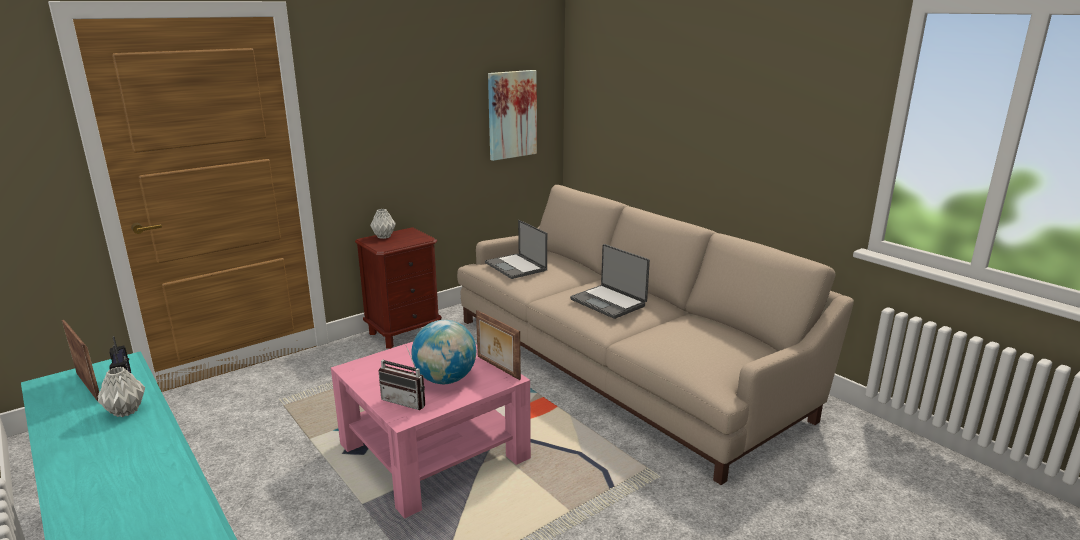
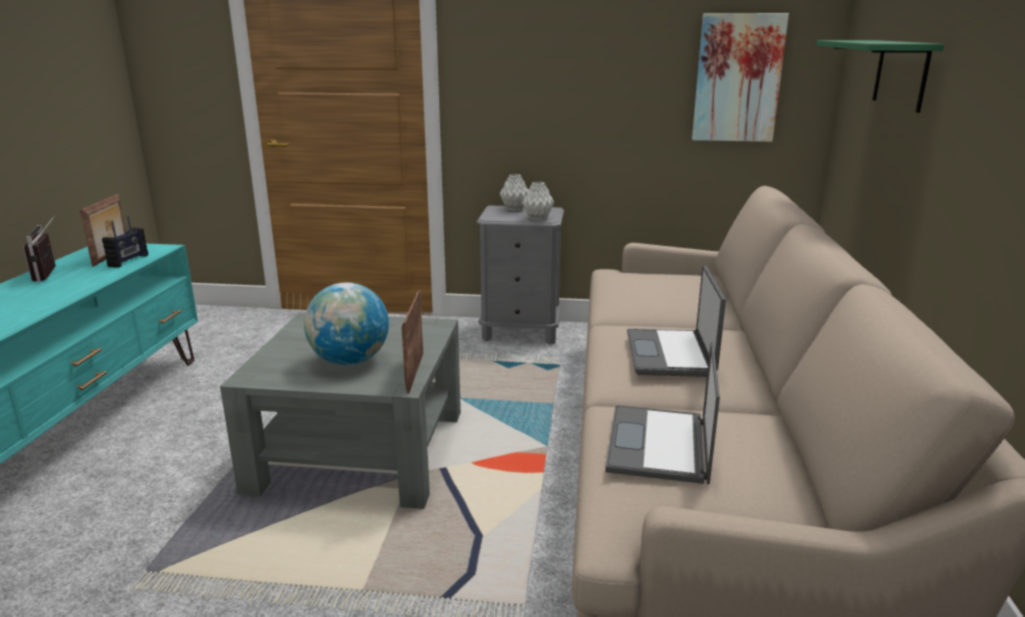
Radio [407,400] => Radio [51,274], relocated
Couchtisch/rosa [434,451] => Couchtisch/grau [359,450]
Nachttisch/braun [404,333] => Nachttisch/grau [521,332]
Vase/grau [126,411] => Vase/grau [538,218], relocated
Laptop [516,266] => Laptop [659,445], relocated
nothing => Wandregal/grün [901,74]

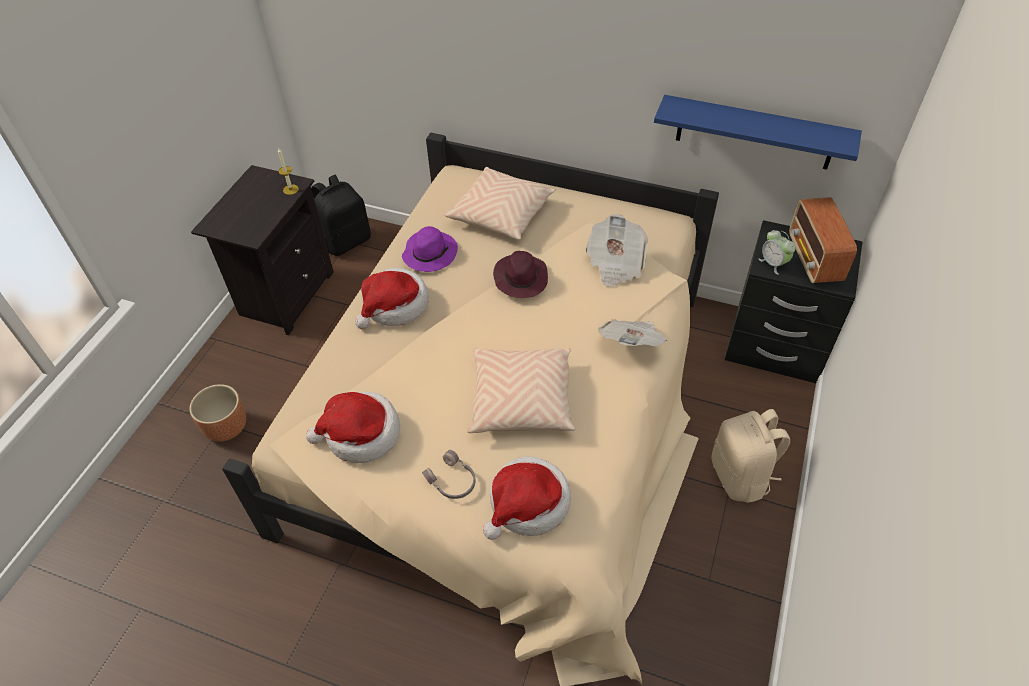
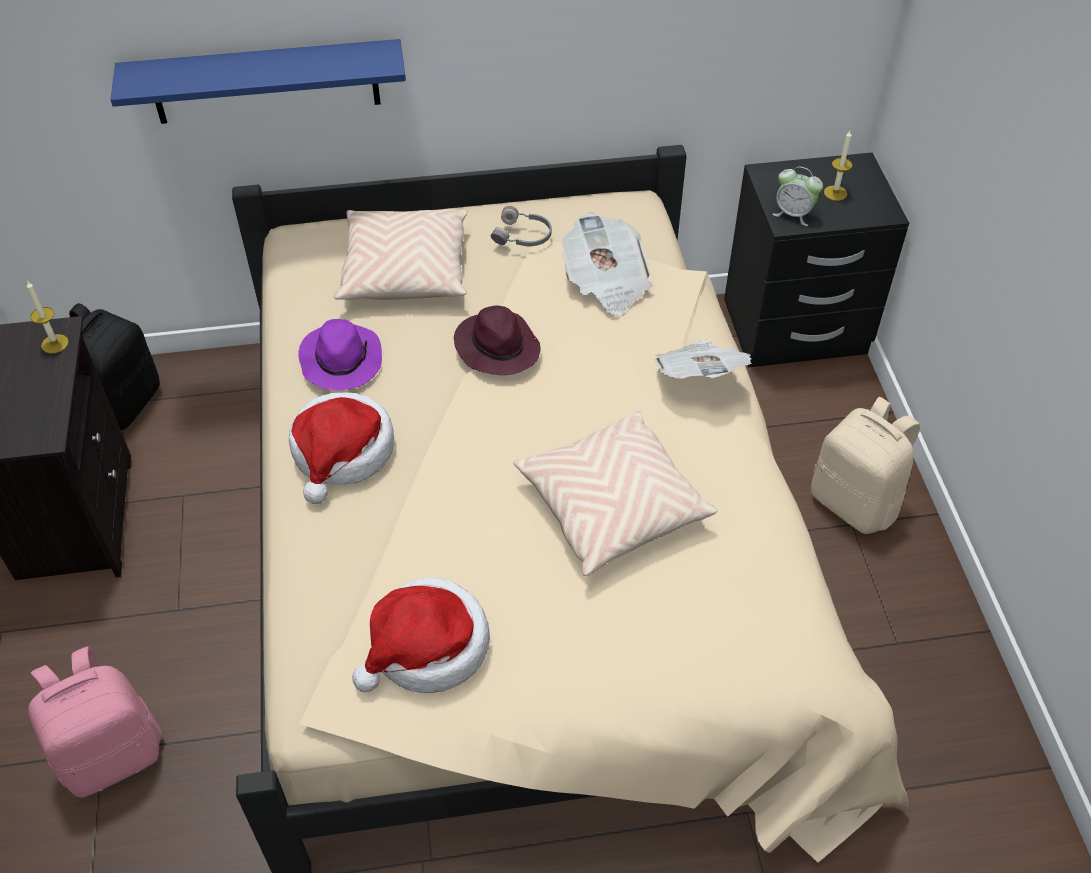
Pflanzkübel/braun [227,427] => Rucksack/rosa [112,754]
Wandregal/blau [755,133] => Wandregal/blau [265,82], relocated
Kopfhörer/grau [452,481] => Kopfhörer/grau [523,236], relocated
Radio [814,259] => Kerze [835,193]
Hut [528,505] => nothing

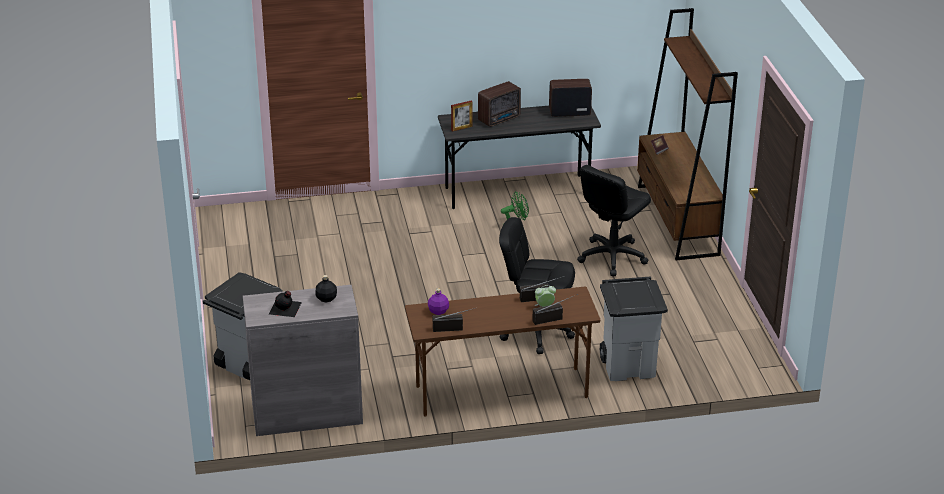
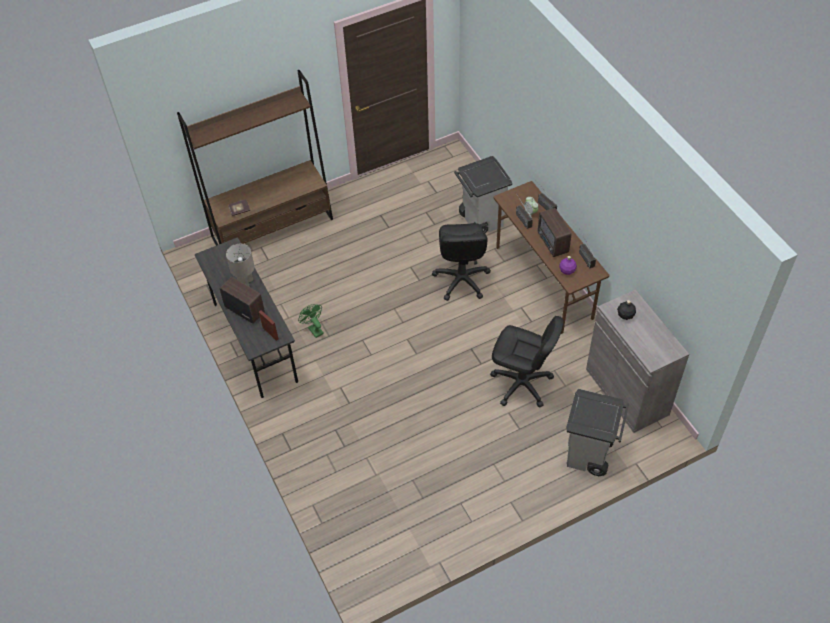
nothing => Tischlampe/grau [246,282]
Bürostuhl/schwarz [612,256] => Bürostuhl/schwarz [521,384], relocated
Radio [568,112] => Radio [552,243], relocated
Flasche/schwarz [285,308] => nothing

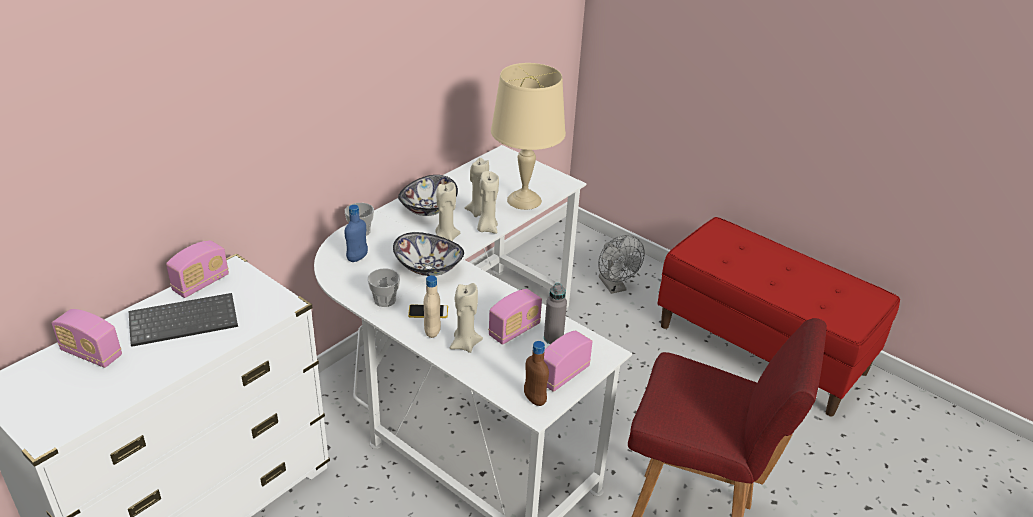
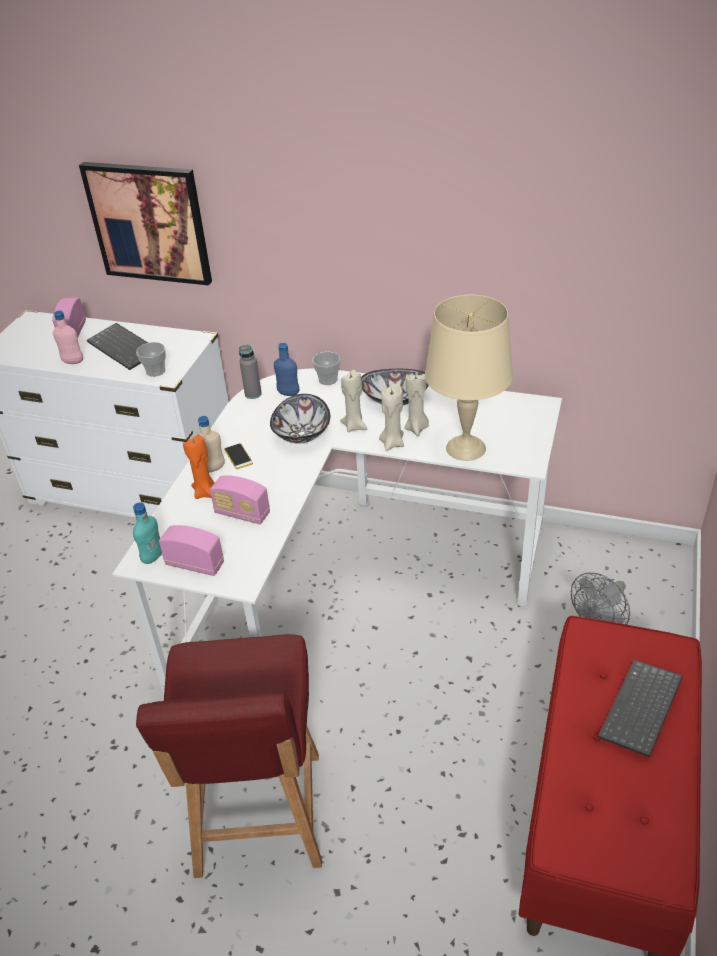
nothing => Flasche/rosa [73,362]
nothing => Bild [149,223]
Flasche/braun [534,399] => Flasche/türkis [153,557]
Tasse [385,300] => Tasse [155,371], relocated
Kerze/beige [465,344] => Kerze/orange [205,492]
Flasche/grau [553,338] => Flasche/grau [253,394], relocated
nothing => Tastatur [642,710]
Radio [201,283] => nothing

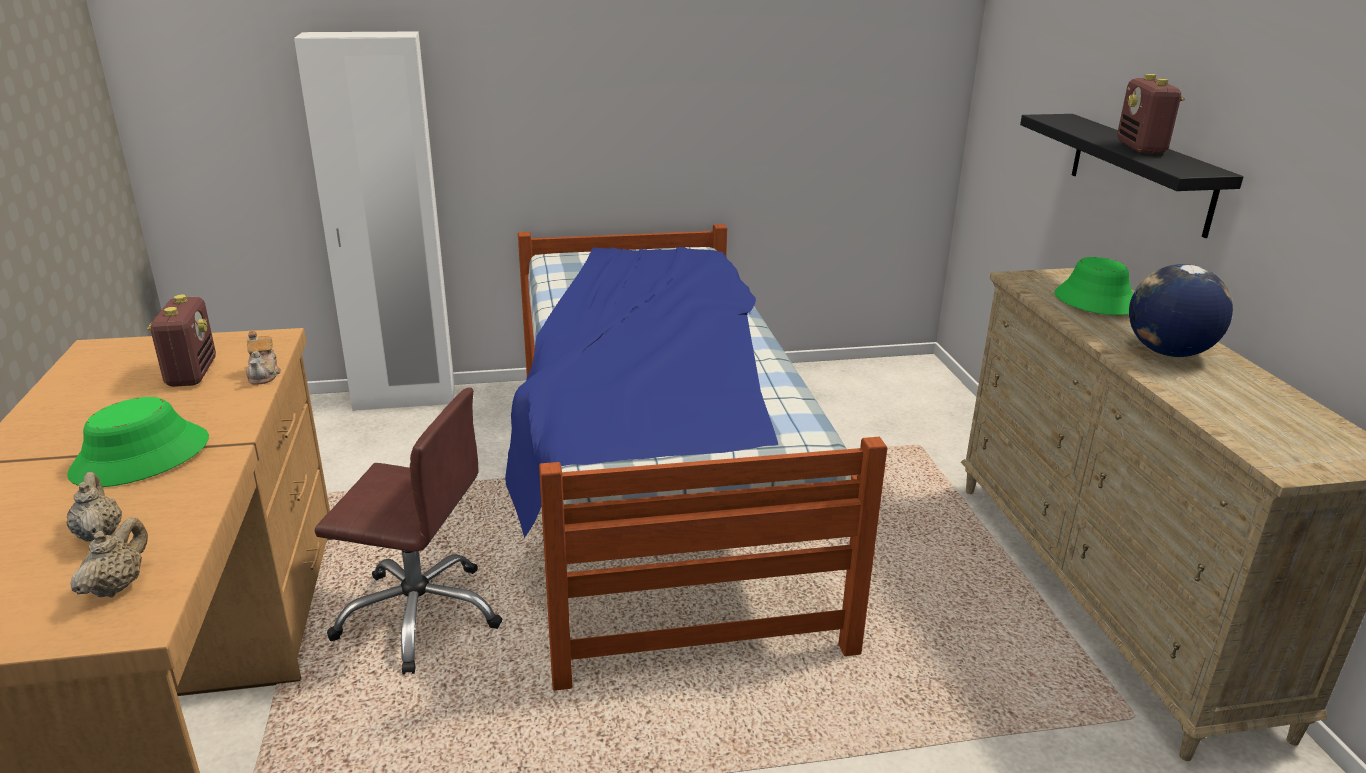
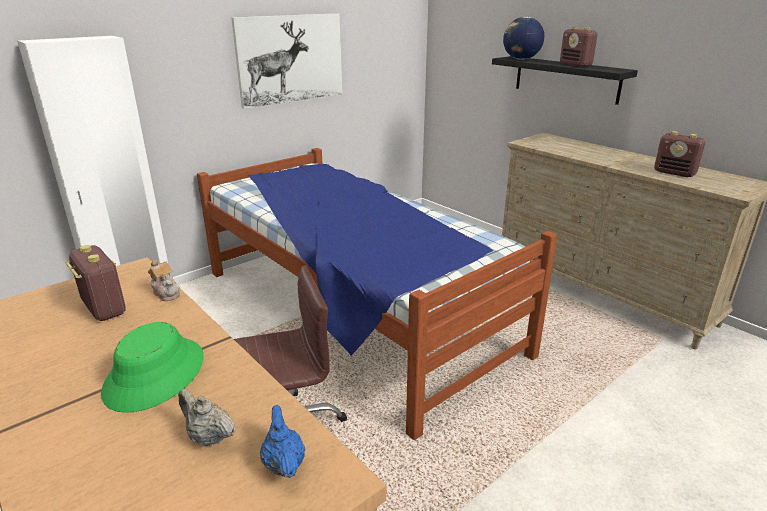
nothing => Bild [290,59]
Teekanne/beige [117,586] => Teekanne/blau [283,464]
Globus [1168,352] => Globus [521,59], relocated
nothing => Radio [675,173]
Hut/grün [1095,301] => nothing

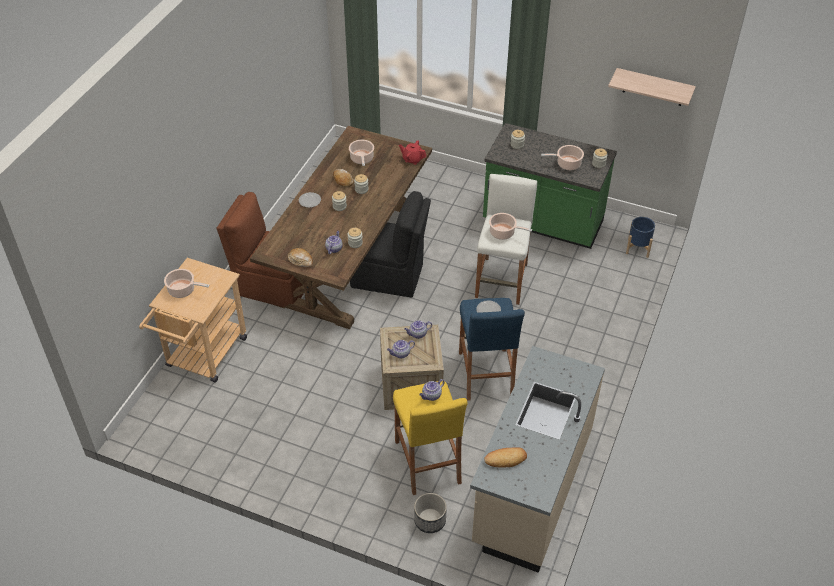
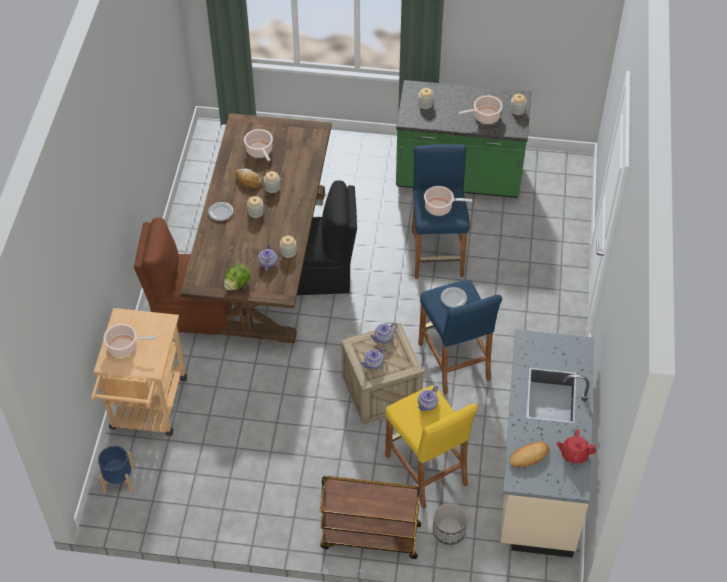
Pflanzkübel/blau [638,248] => Pflanzkübel/blau [119,479], relocated
Brot [301,260] => Salatkopf [237,284]
nothing => Rollwagen/braun [369,537]
Hocker/weiß [502,280] => Hocker/blau [437,253]
Teekanne/rot [412,159] => Teekanne/rot [574,454], relocated
Wandregal [653,87] => nothing

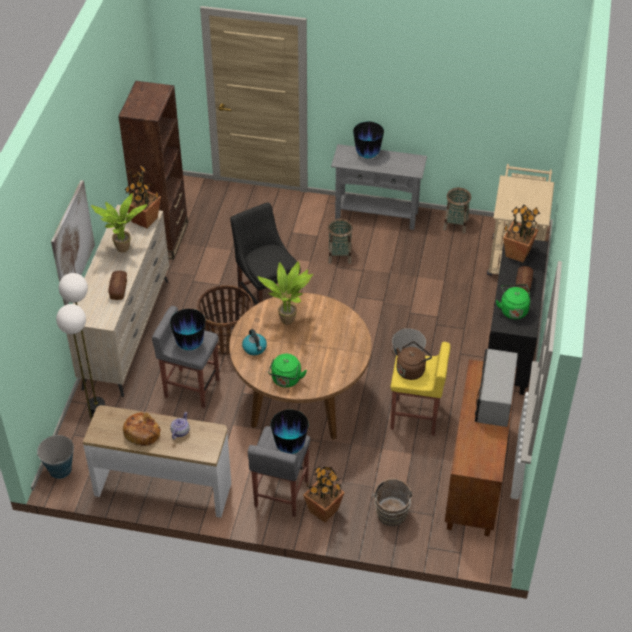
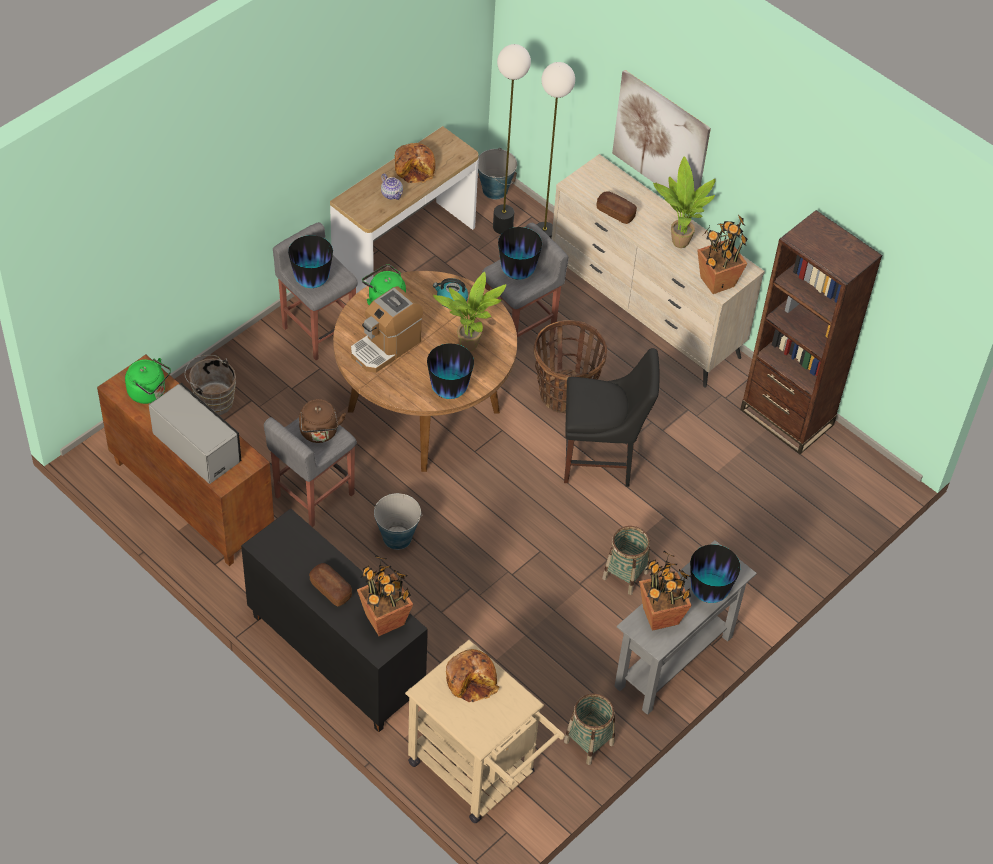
Wasserkessel/grün [513,310] => Wasserkessel/grün [149,392], relocated
Hocker/gelb [416,417] => Hocker/grau [313,496]
nothing => Kaffeemaschine [385,346]
nothing => Vase [449,391]
nothing => Brot [471,680]
Topfpflanze [323,510] => Topfpflanze [661,616], relocated

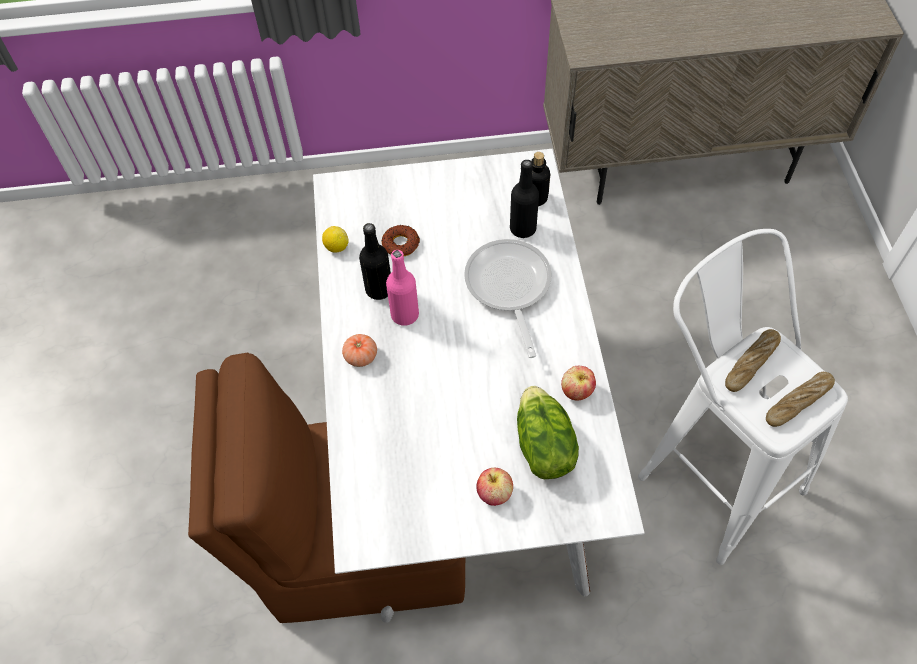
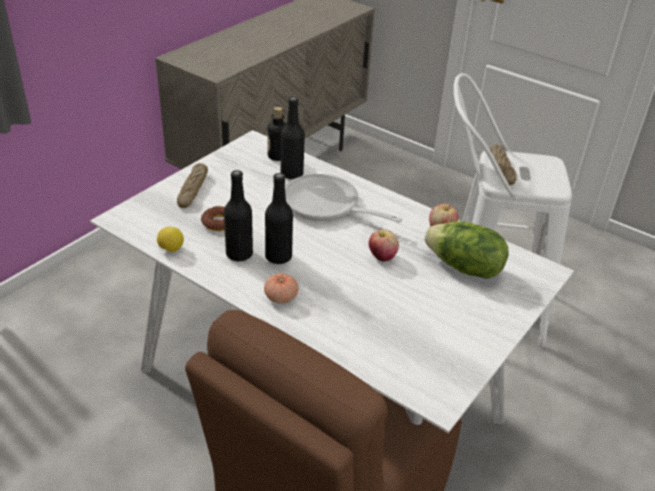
Brot [798,402] => Brot [193,190], relocated
Flasche/rosa [405,315] => Flasche/schwarz [278,257]
Apfel [494,494] => Apfel [382,257], relocated

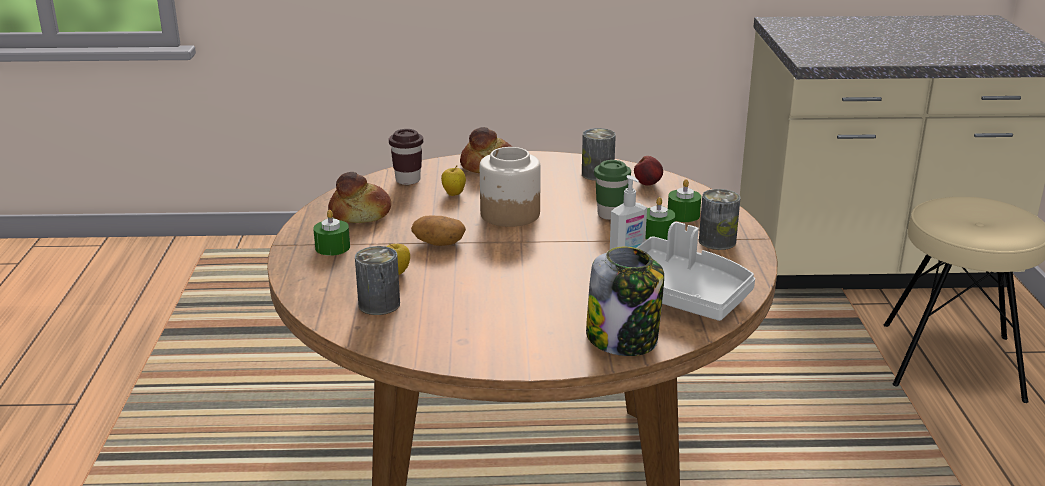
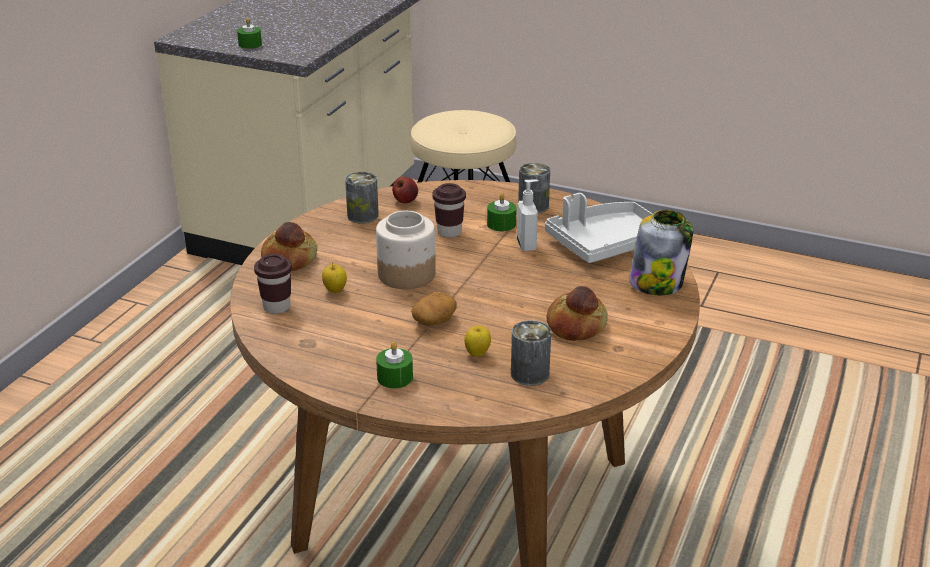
Kerze/grün [683,215] => Kerze/grün [250,44], relocated
Tasse/grün [610,215] => Tasse/braun [449,232]
Brot [361,215] => Brot [577,326], relocated

